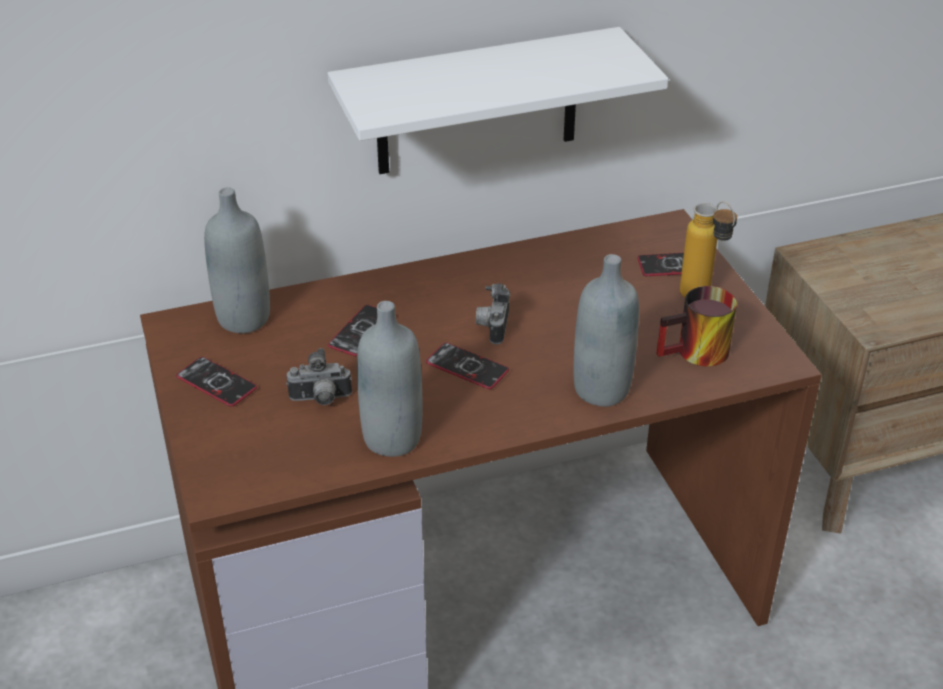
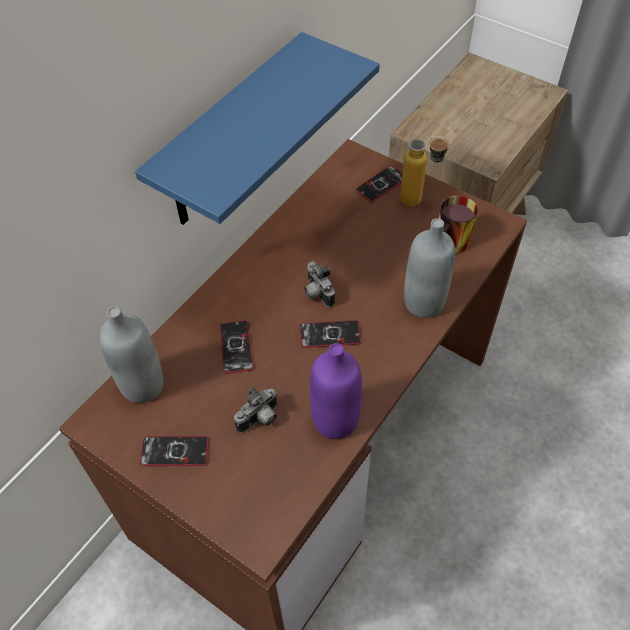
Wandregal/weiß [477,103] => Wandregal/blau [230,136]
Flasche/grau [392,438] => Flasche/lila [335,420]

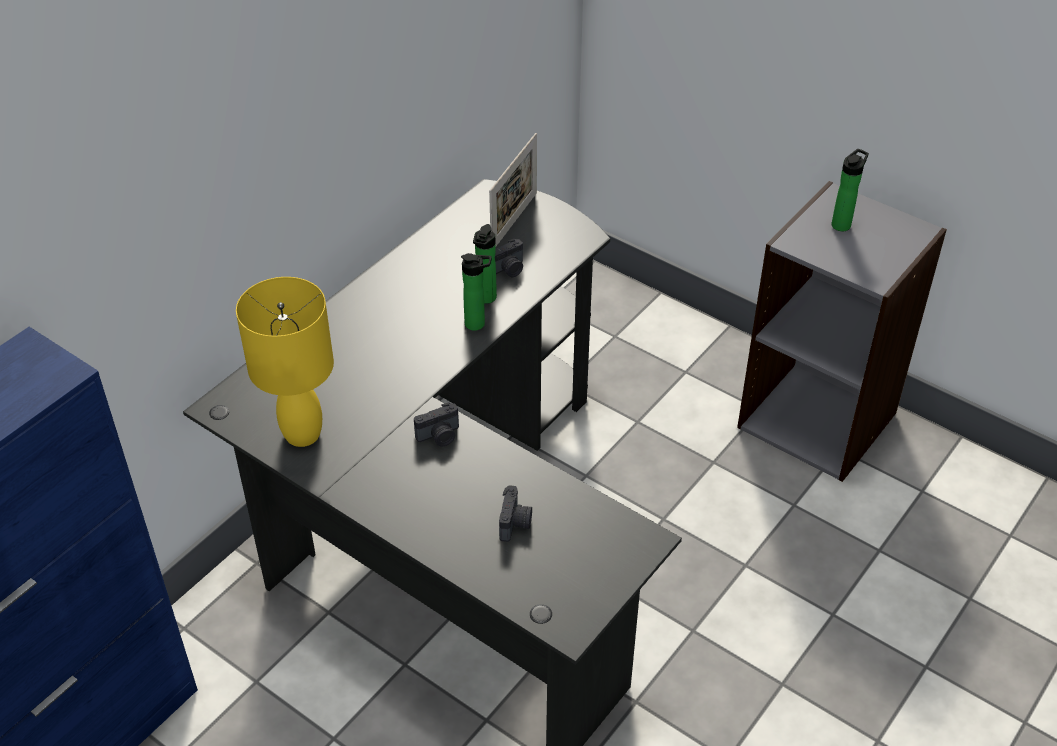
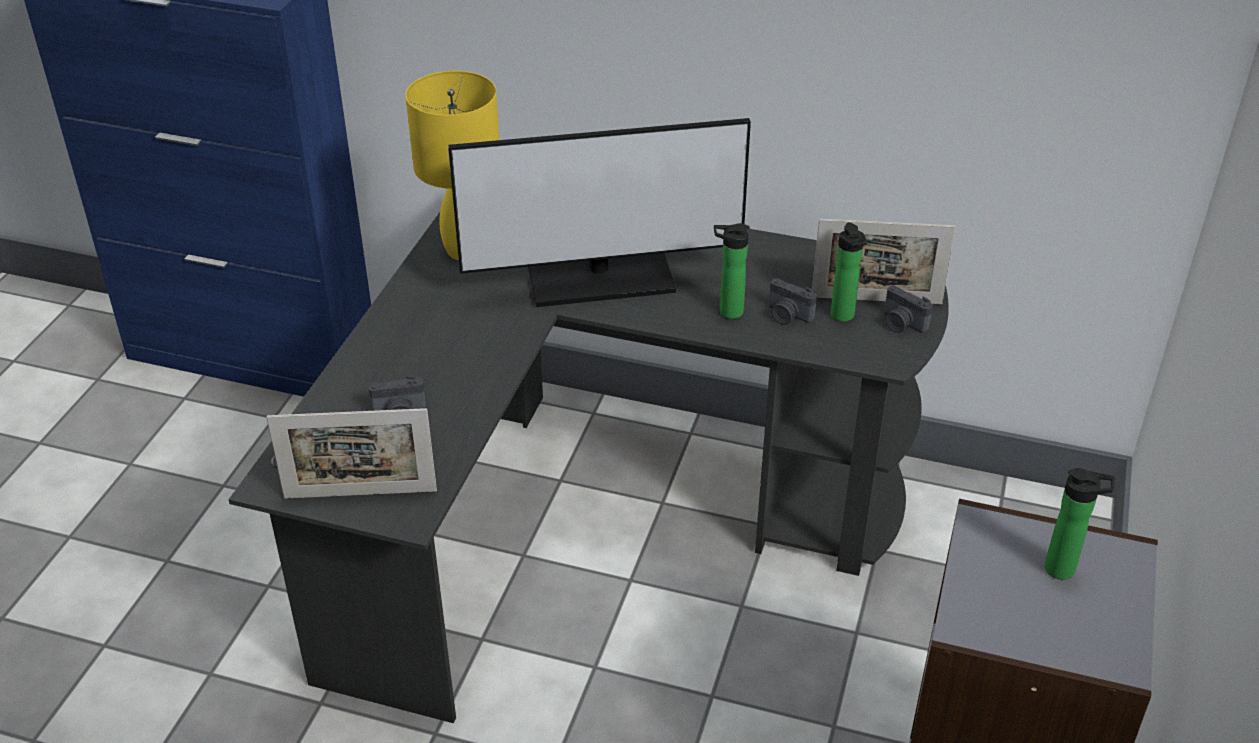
nothing => Bilderrahmen [360,494]
nothing => Monitor [601,280]
Flasche [478,324] => Flasche [843,317], relocated
Kamera [439,436] => Kamera [901,324], relocated

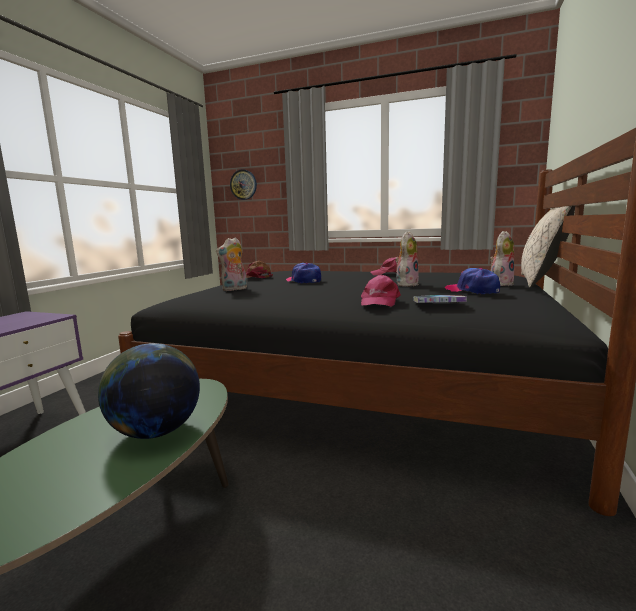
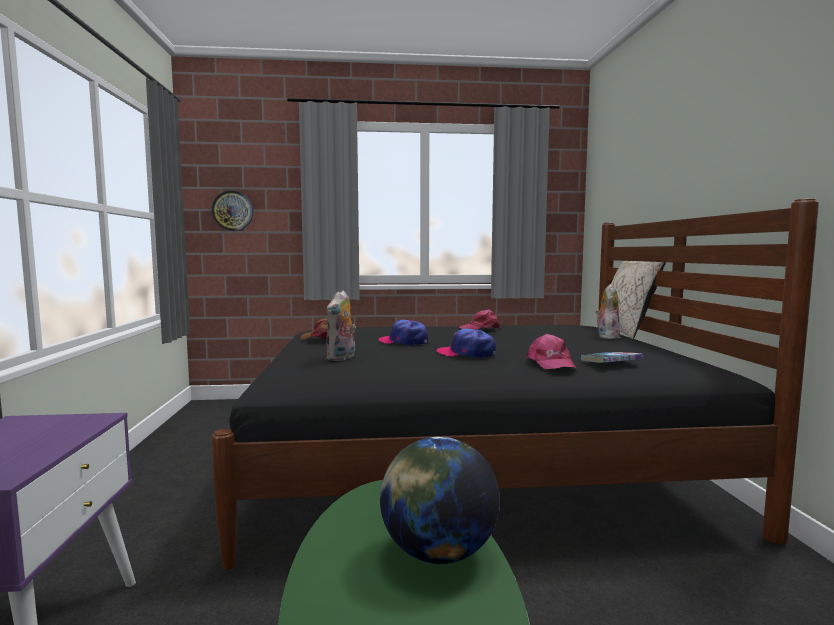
Kappe [472,290] => Kappe [466,353], relocated
Plüschtier [406,284] => nothing

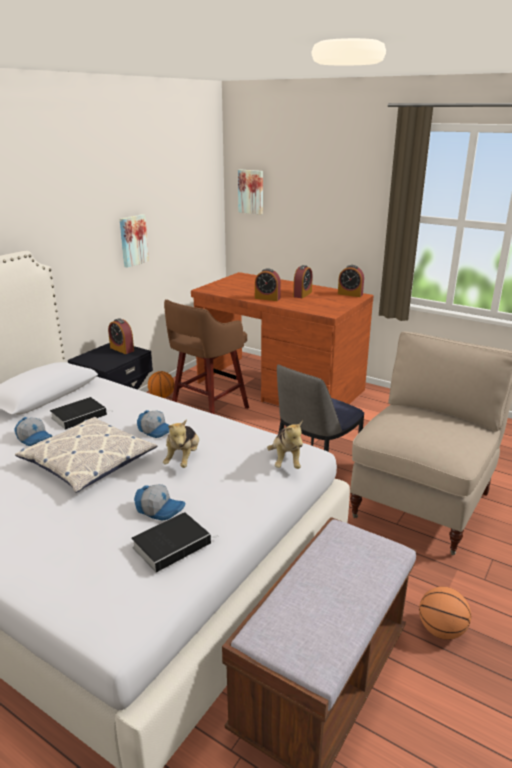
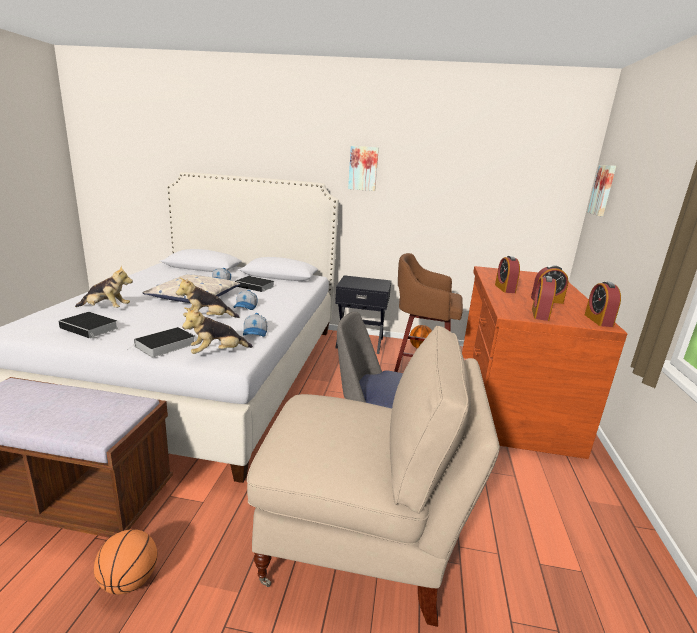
nothing => Plüschtier [106,309]
nothing => Buch [164,346]
Kappe [160,509] => Kappe [255,333], relocated
Bild [132,240] => Bild [363,168], relocated
Wecker [122,349] => Wecker [540,314], relocated

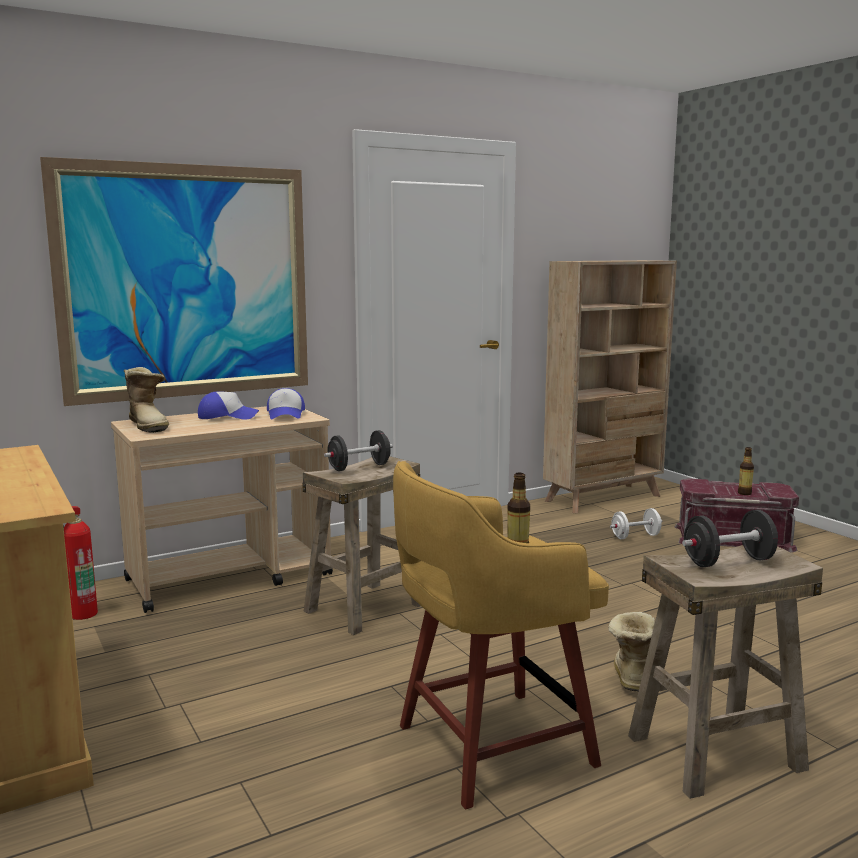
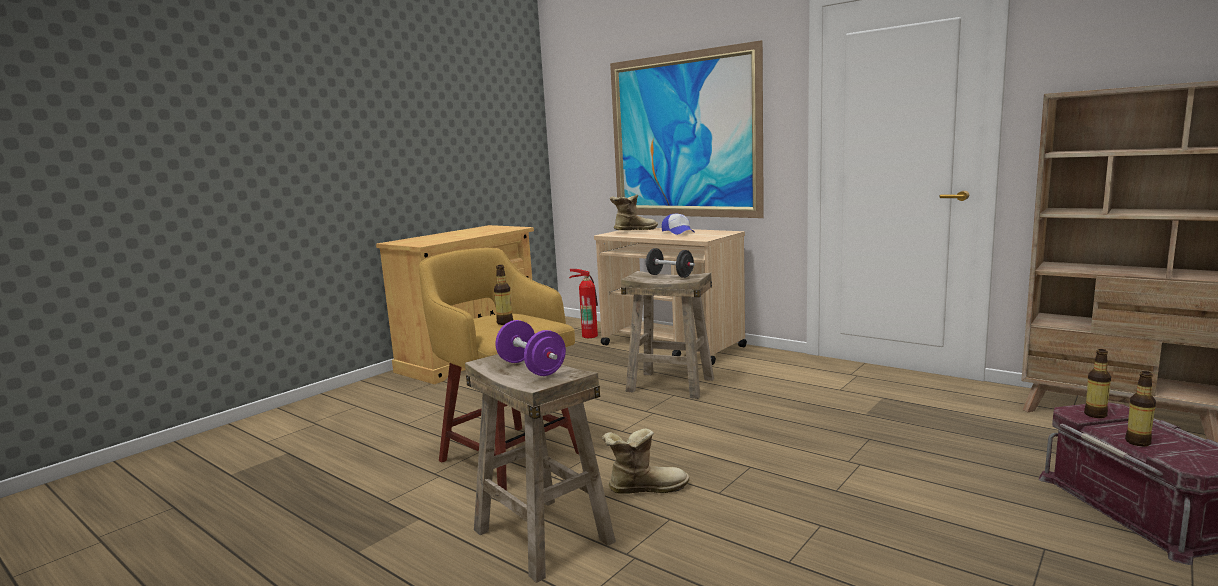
Hantel/schwarz [728,561] => Hantel/lila [531,368]
Stiefel [149,425] => Stiefel [633,230], 150 degrees counterclockwise
nothing => Flasche [1095,415]
Kappe [286,415] => nothing
Hantel/weiß [635,536] => nothing

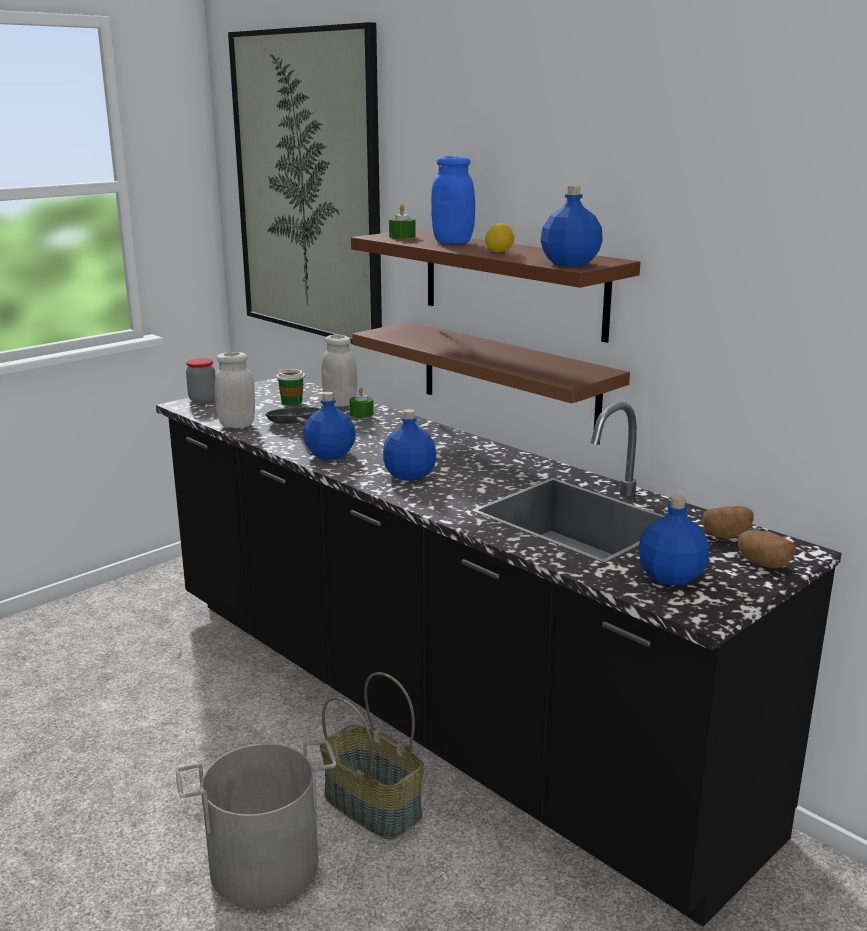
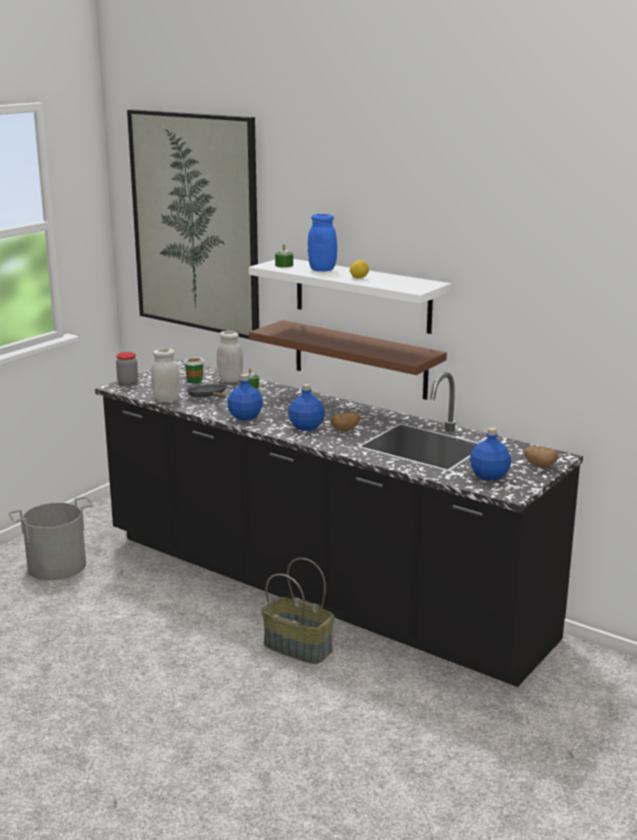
Eimer/grau [264,864] => Eimer/grau [56,565], relocated
Wandregal/braun [512,283] => Wandregal/weiß [362,295]
Kartoffel [726,536] => Kartoffel [345,429], relocated
Flasche/blau [569,263] => nothing

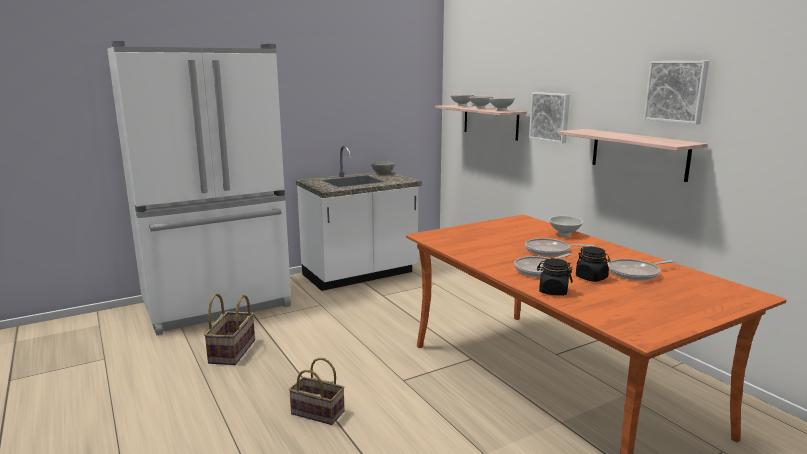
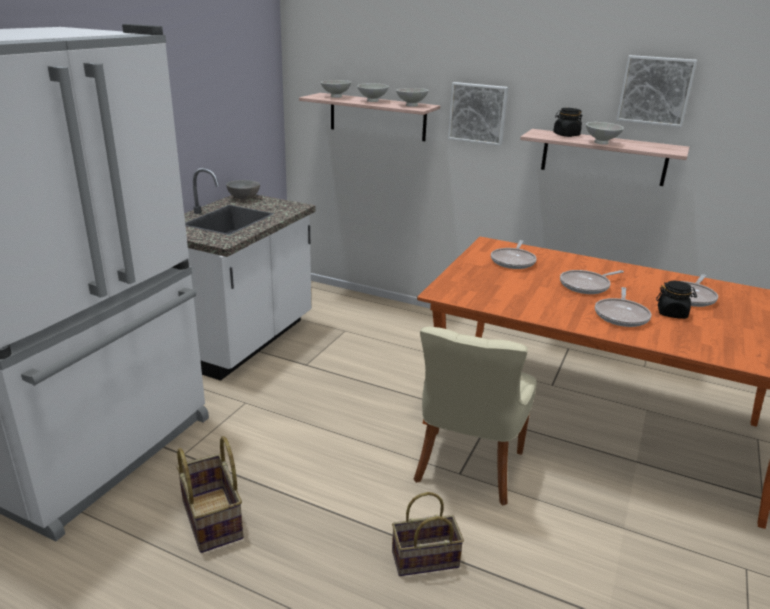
nothing => Stuhl/beige [467,468]
nothing => Pfanne [513,261]
Vorratsglas/schwarz [553,291] => Vorratsglas/schwarz [566,135], relocated
Schüssel/weiß [565,235] => Schüssel/weiß [602,143], relocated

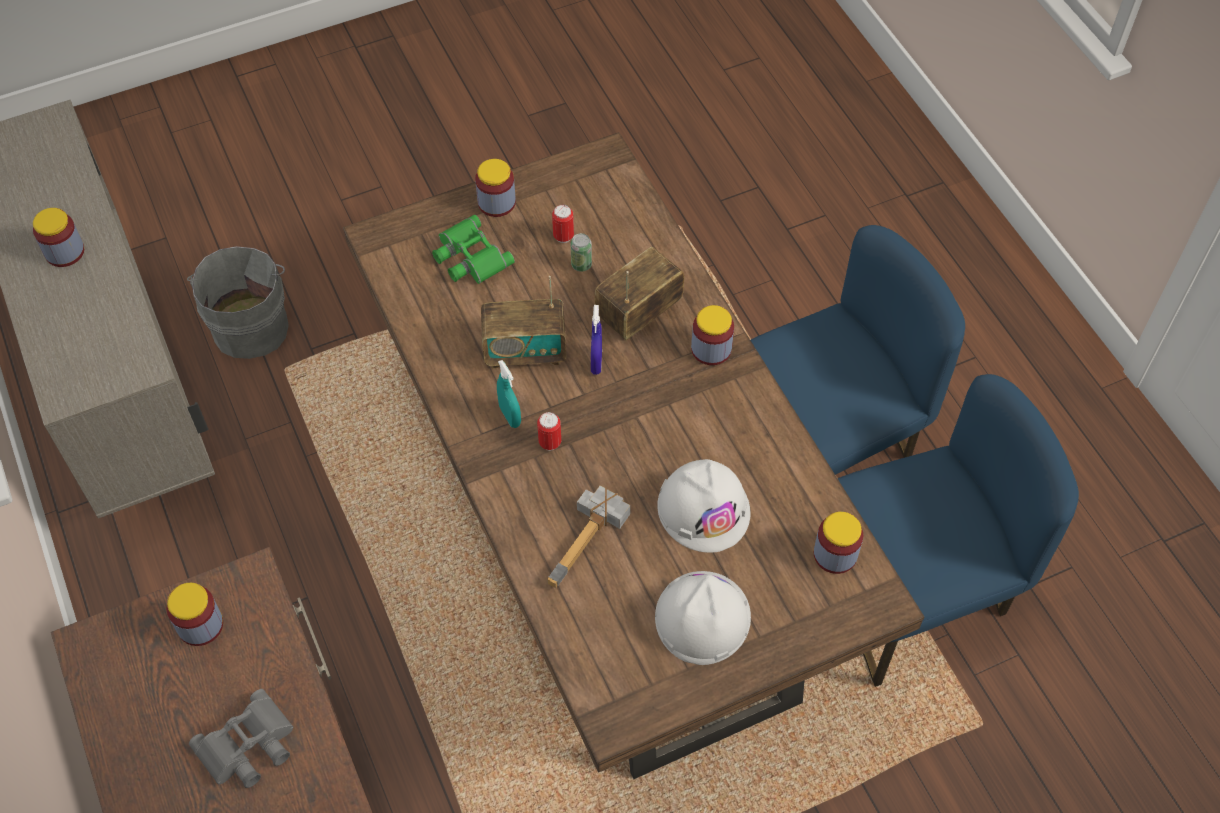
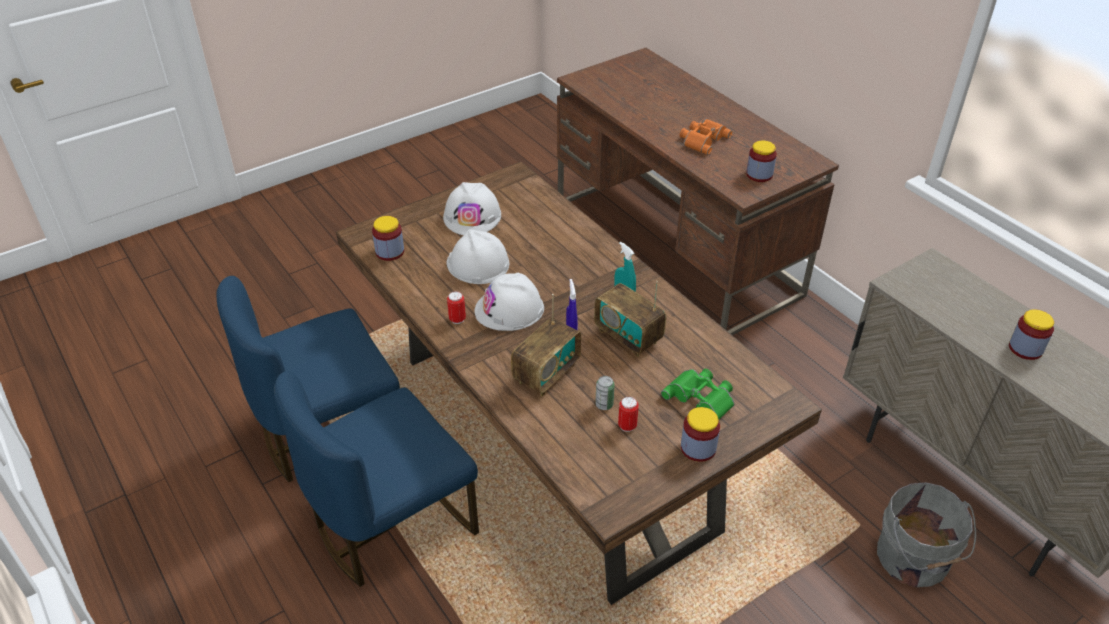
Dose [550,442] => Dose [457,319], relocated
nothing => Schutzhelm/weiß [509,309]
Radio [525,351] => Radio [628,336], 120 degrees counterclockwise
Fernglas/grau [248,747] => Fernglas/orange [702,139]
Hammer [590,543] => nothing
Vorratsglas [711,349] => nothing

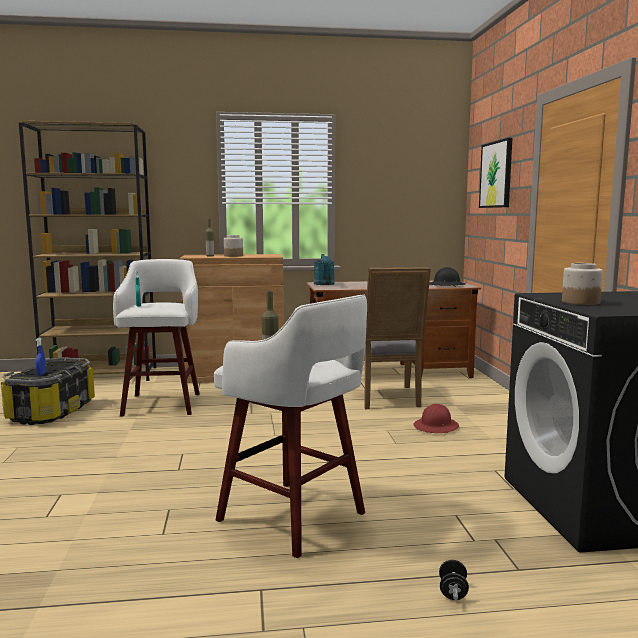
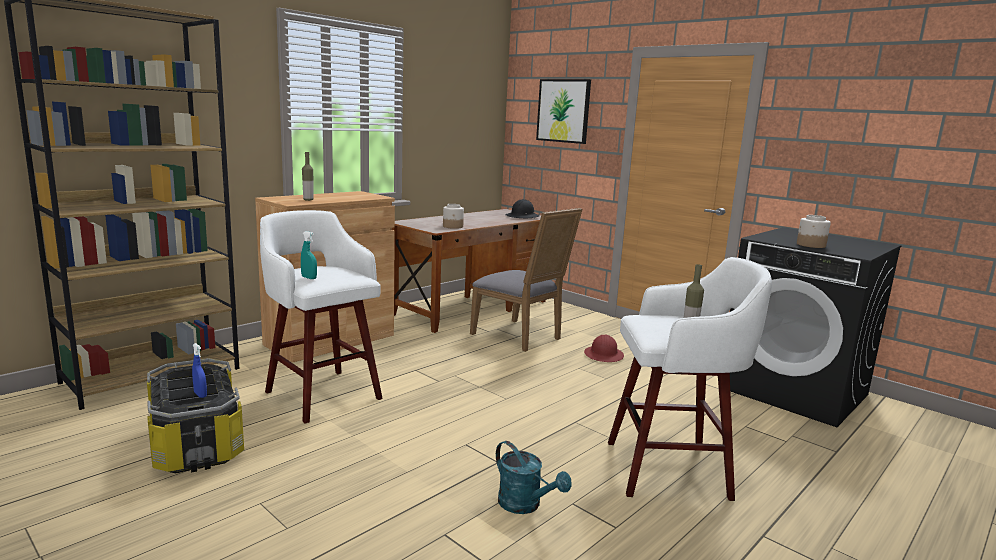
Vorratsglas [233,256] => Vorratsglas [453,226], relocated
Gießkanne/türkis [324,284] => Gießkanne/türkis [525,505], relocated
Hantel/schwarz [453,592] => nothing

